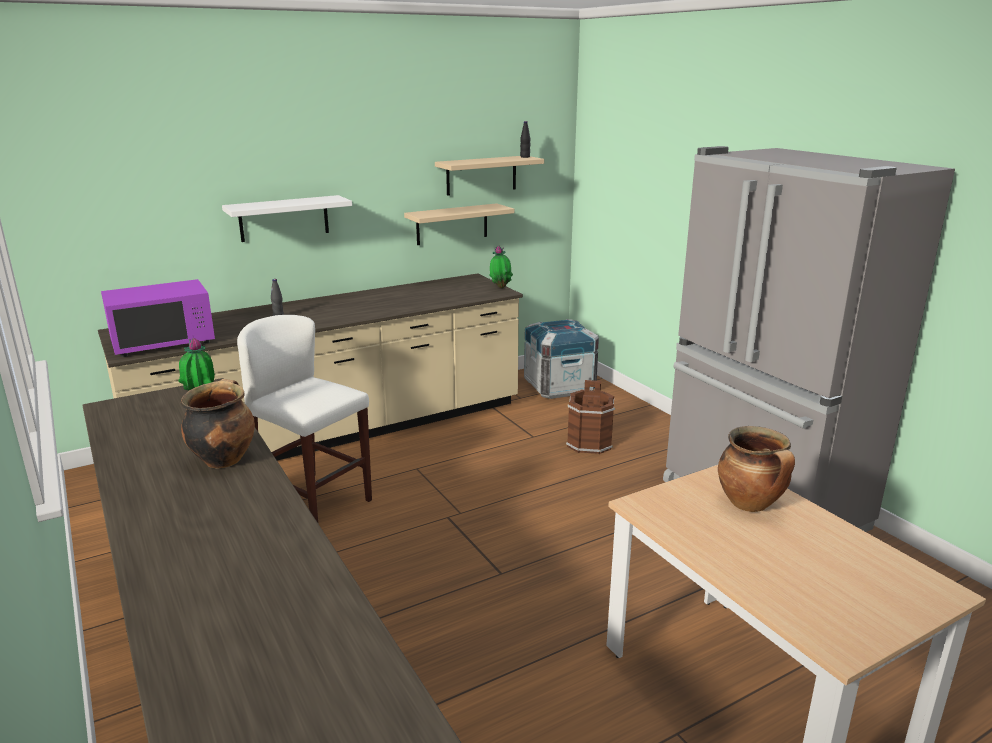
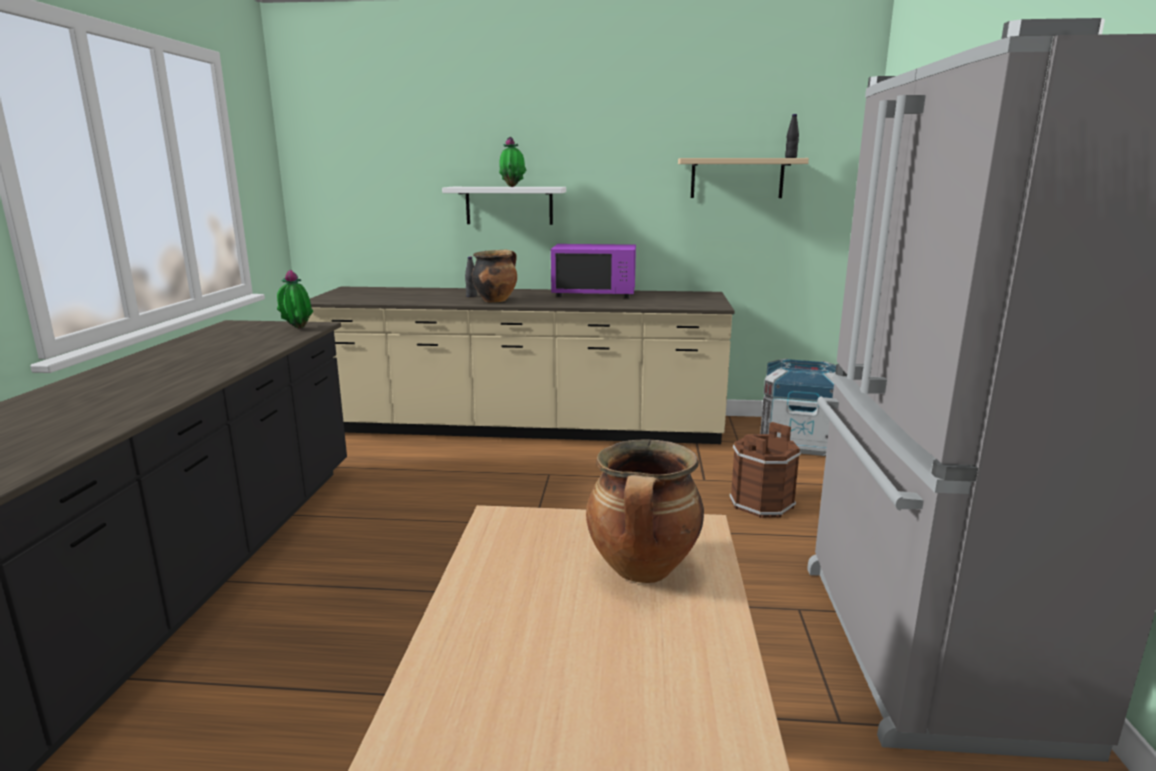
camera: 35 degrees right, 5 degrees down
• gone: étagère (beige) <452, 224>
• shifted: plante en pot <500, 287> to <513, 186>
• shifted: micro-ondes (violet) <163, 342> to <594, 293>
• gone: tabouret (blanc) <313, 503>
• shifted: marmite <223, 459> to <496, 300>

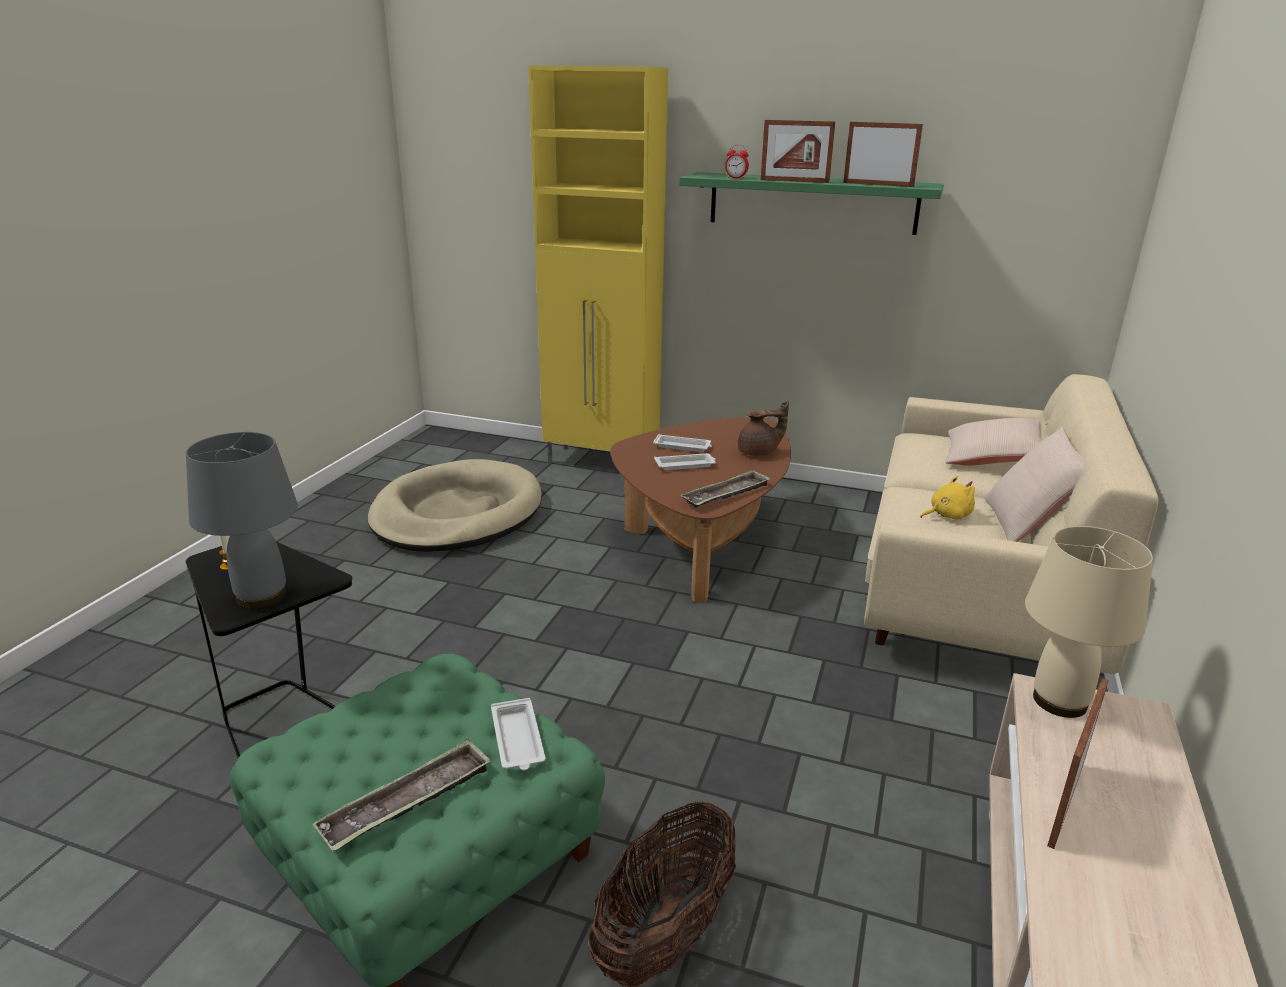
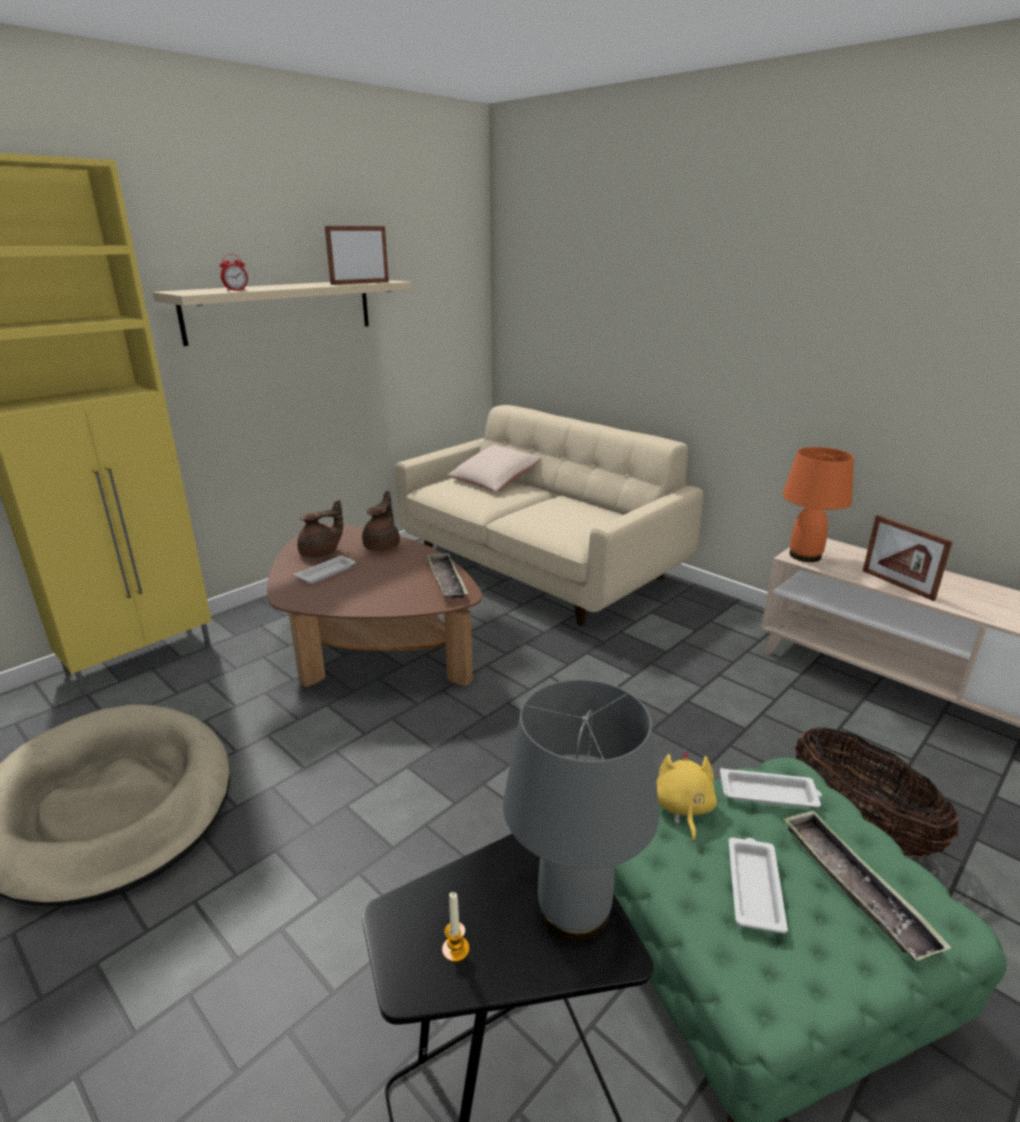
camera: 65 degrees left, 0 degrees up
• gone: cadre photo <794, 181>
• repainted: étagère (vert) <812, 203> to étagère (beige) <281, 310>
• gone: coussin (beige) <1028, 524>
• shifted: plateau (blanc) <686, 465> to <754, 887>
• shifted: peluche (jaune) <947, 515> to <683, 808>
• repainted: lampe de table (beige) <1059, 700> to lampe de table (orange) <804, 555>
• new: théière (marron) <321, 553>

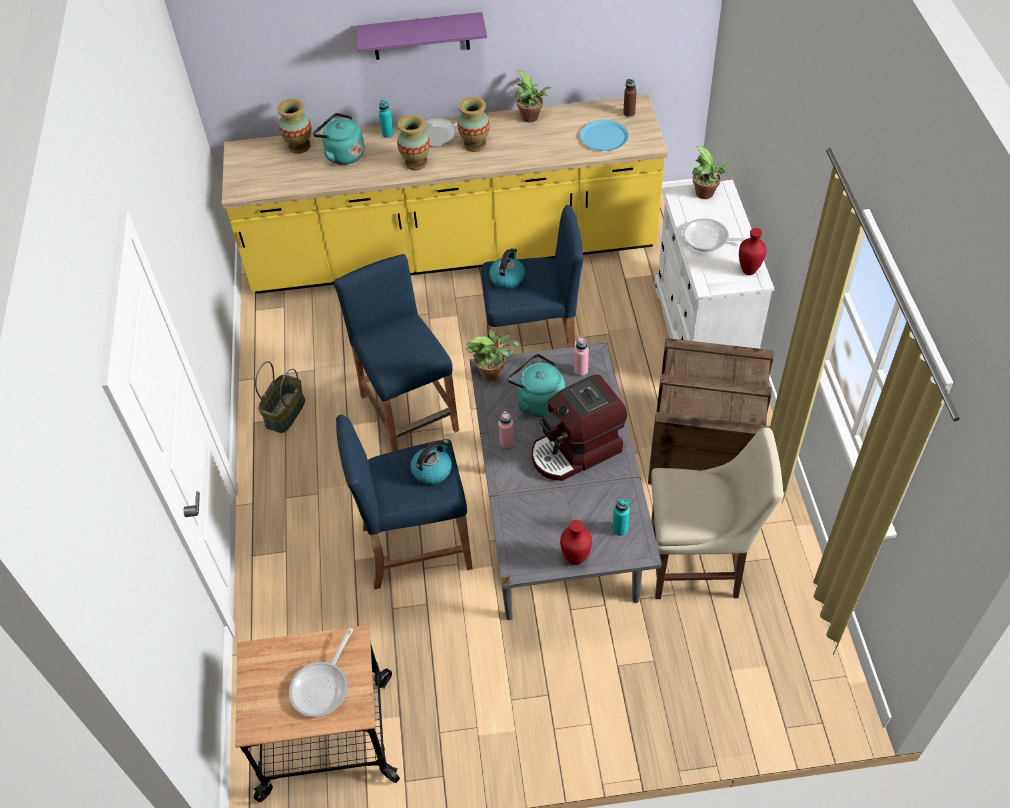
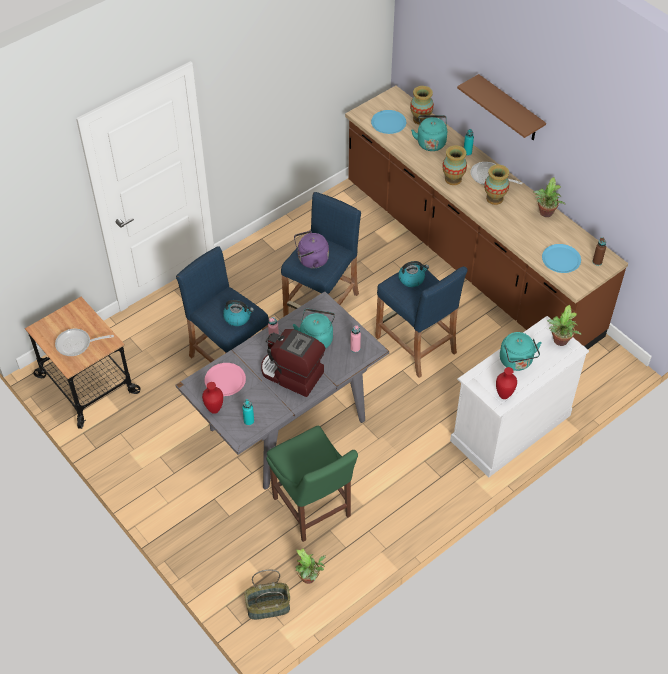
camera: 55 degrees right, 0 degrees up
• repainted: étagère (violet) <421, 36> to étagère (marron) <510, 109>
• repainted: comptoir de cuisine (jaune) <453, 253> to comptoir de cuisine (marron) <469, 259>
• swapped: poêle <710, 239> to bouilloire (turquoise) <517, 362>
• shifted: plante en pot <493, 372> to <310, 578>
• gone: caisse <705, 449>
• shifted: panier <285, 413> to <268, 607>
• repainted: chaise (beige) <699, 565> to chaise (vert) <313, 510>
• new: assiette (bleu) <388, 122>
• new: bouilloire (violet) <311, 260>
• new: assiette (rose) <225, 380>

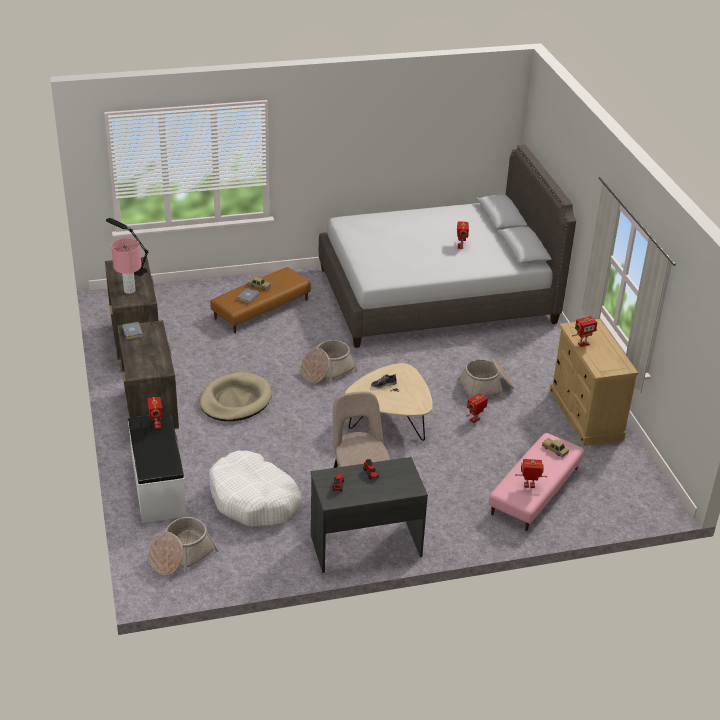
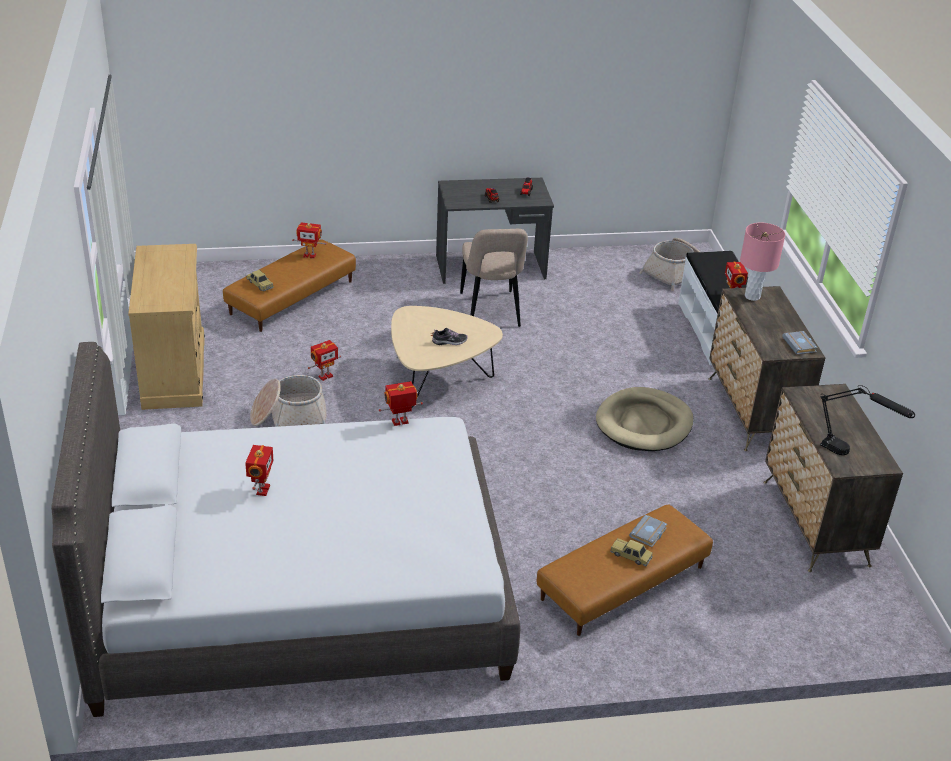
camera: 175 degrees left, 0 degrees up
• shifted: lampe de table (rose) <129, 290> to <752, 296>
• shifted: robot jouet <583, 343> to <400, 422>
• gone: panier <327, 371>
• repainted: pouf (rose) <535, 491> to pouf (marron) <291, 297>
• gone: panier pour chien (blanc) <254, 499>

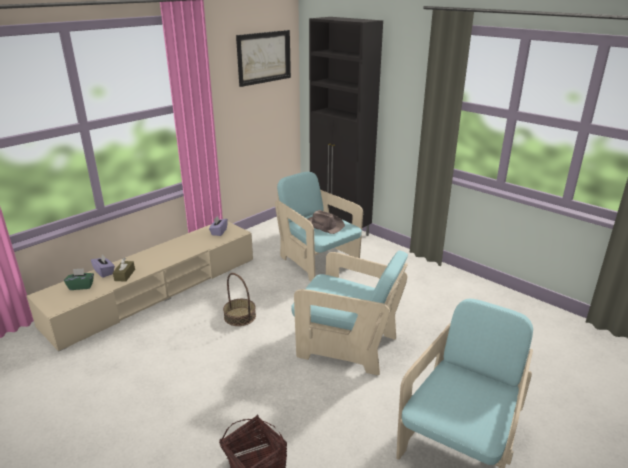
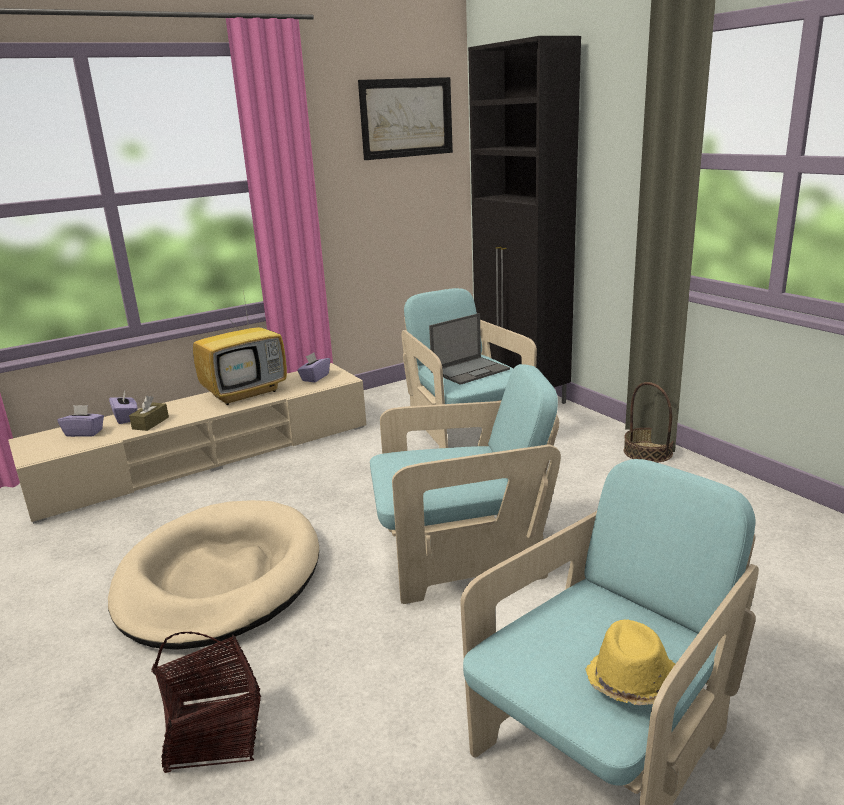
camera: 15 degrees right, 5 degrees down
• swapped: chapeau (marron) <323, 225> to ordinateur portable <471, 370>
• rotated: fauteuil (turquoise) <347, 345> = <461, 557> 45 degrees counterclockwise
• repainted: boîte à mouchoirs (vert) <81, 286> to boîte à mouchoirs (violet) <84, 433>
• shifted: panier <240, 316> to <648, 452>
• new: téléviseur <246, 393>
• new: panier pour chien (beige) <219, 579>
• new: chapeau (jaune) <631, 682>

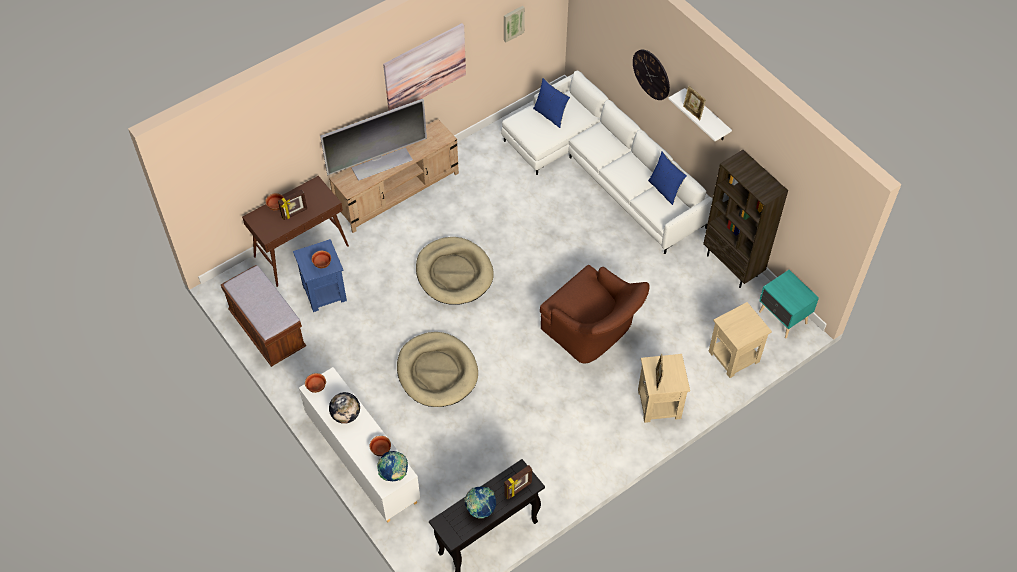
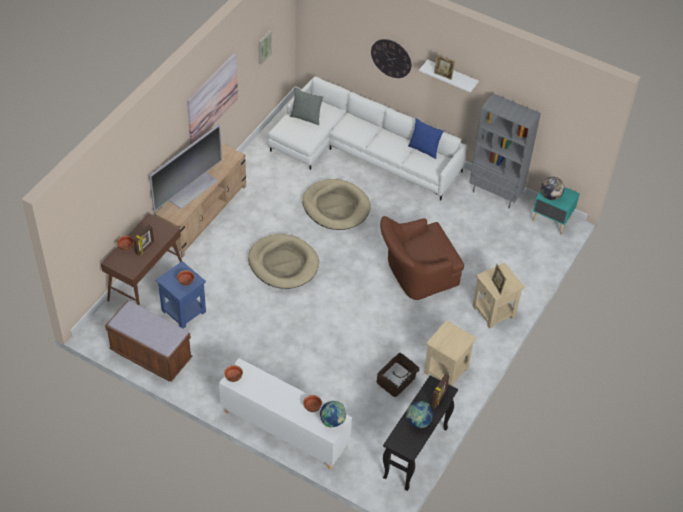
camera: 25 degrees left, 5 degrees down
• repainted: coussin (bleu) <550, 115> to coussin (gris) <306, 117>
• repainted: bibliothèque (marron) <732, 265> to bibliothèque (gris) <496, 194>
• rotated: fauteuil (marron) <593, 332> = <416, 274> 135 degrees clockwise
• shifted: table d'appoint (beige) <733, 357> to <445, 370>
• shifted: panier pour chien (beige) <437, 372> to <336, 207>
• shifted: globe <346, 415> to <550, 196>
• new: panier <397, 381>

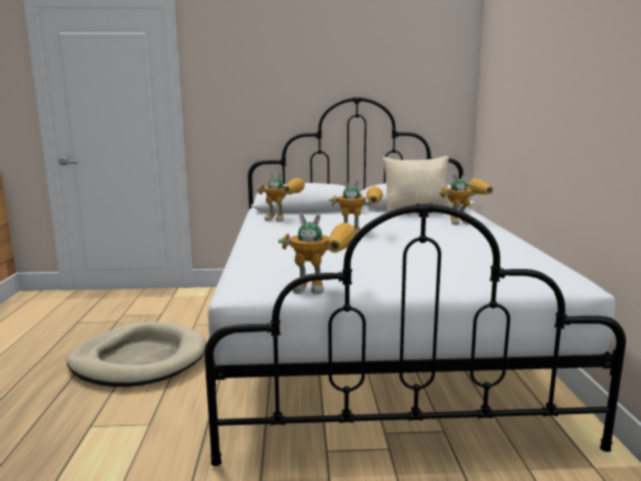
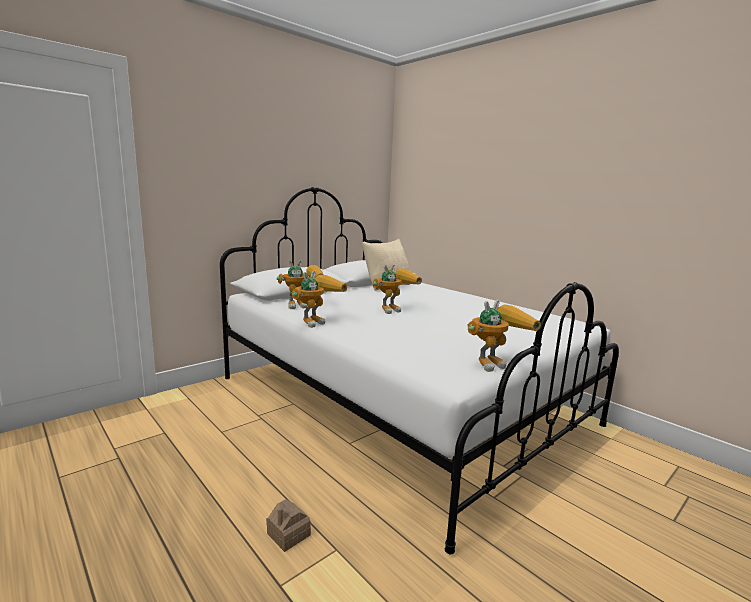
camera: 40 degrees left, 0 degrees up
• shifted: robot jouet <465, 221> to <317, 321>
• gone: panier pour chien (beige) <139, 360>
• new: maison miniature <288, 534>

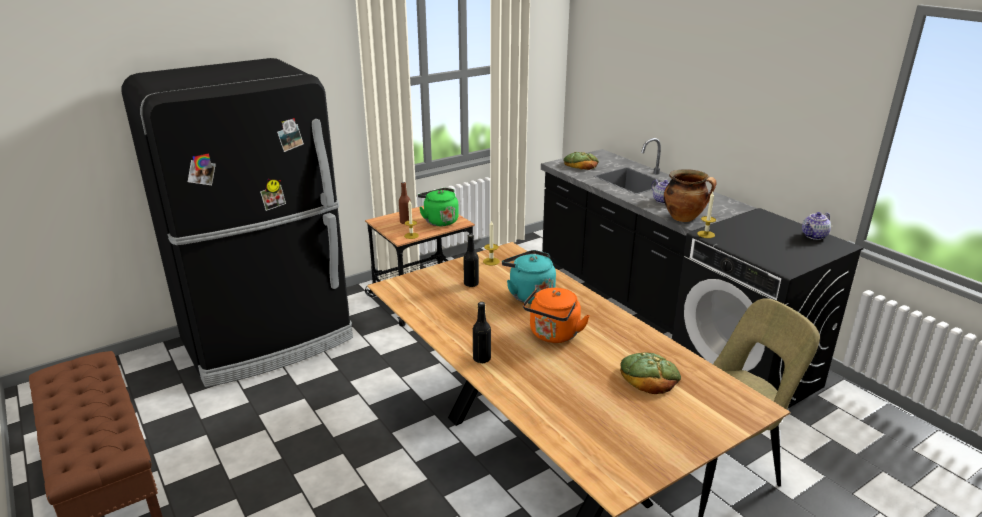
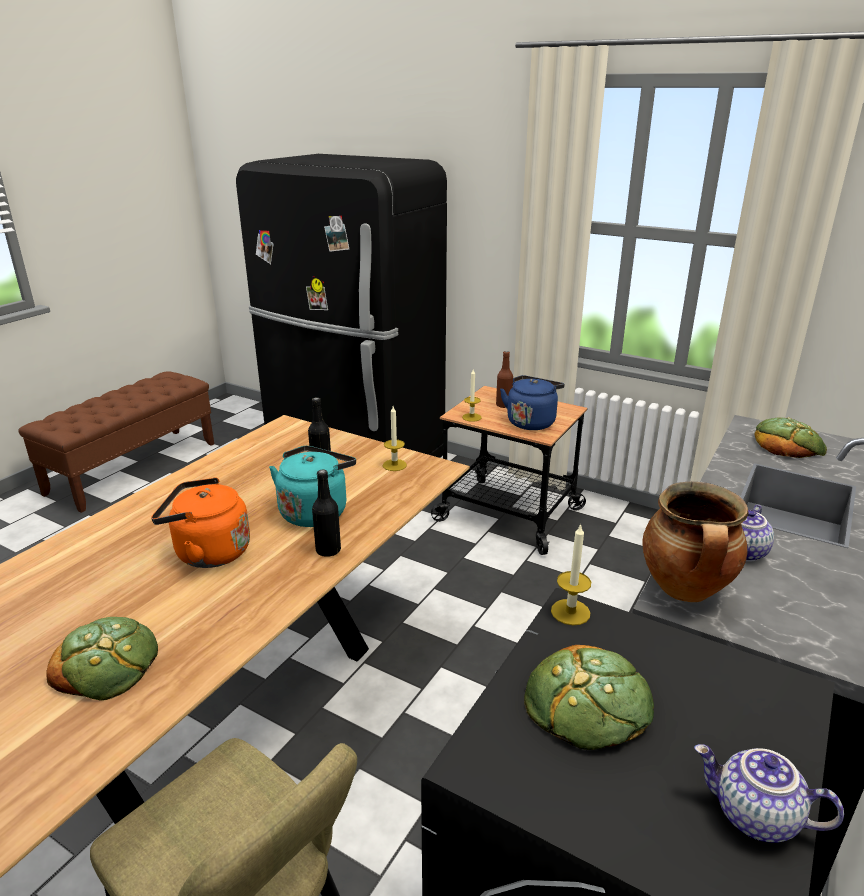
camera: 65 degrees right, 0 degrees up
• repainted: bouilloire (vert) <439, 221> to bouilloire (bleu) <531, 421>
• shifted: bouteille (noir) <481, 359> to <328, 550>
• new: pain <588, 704>

